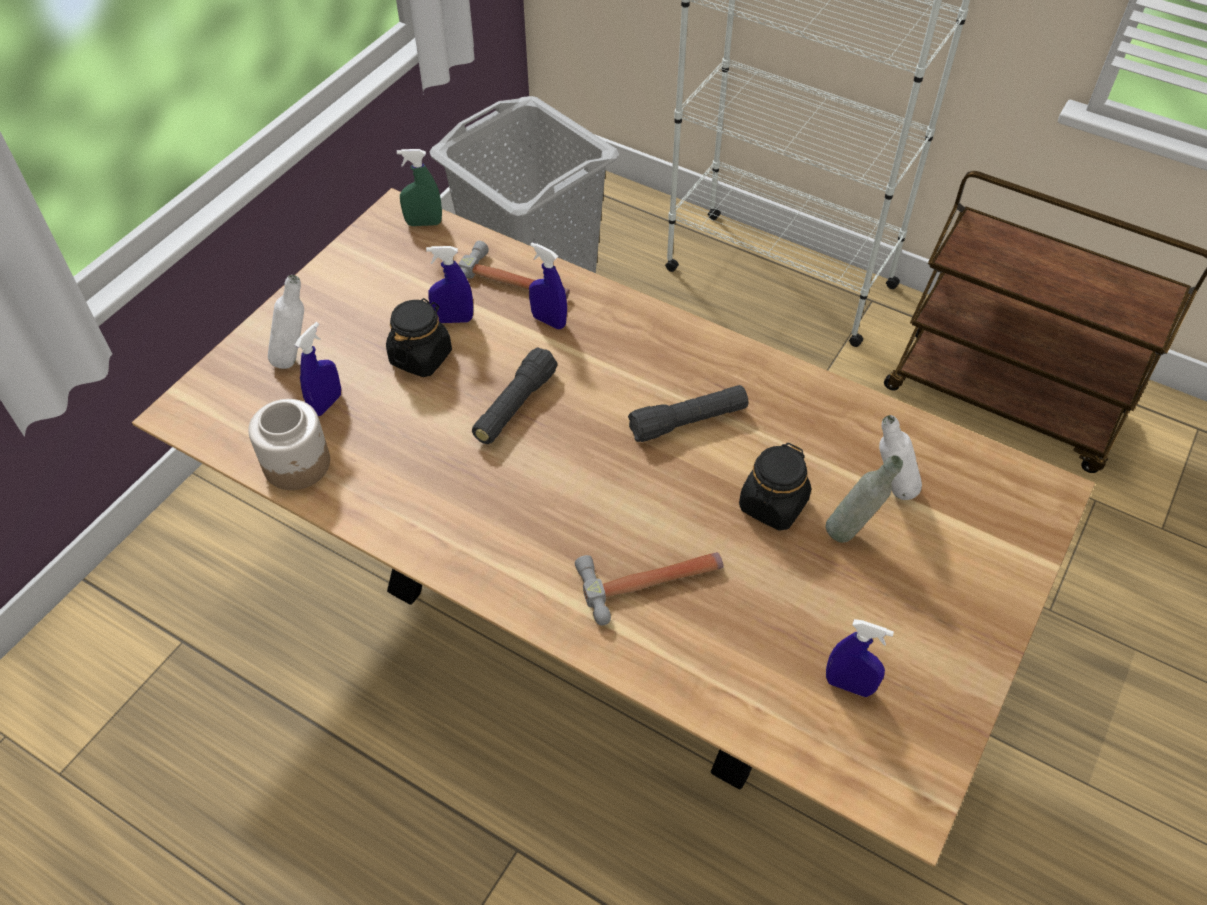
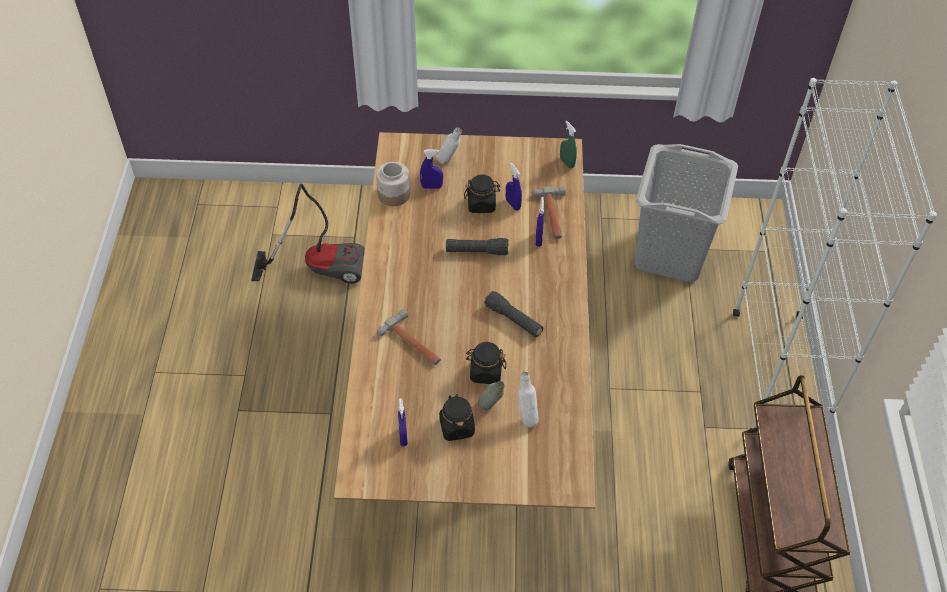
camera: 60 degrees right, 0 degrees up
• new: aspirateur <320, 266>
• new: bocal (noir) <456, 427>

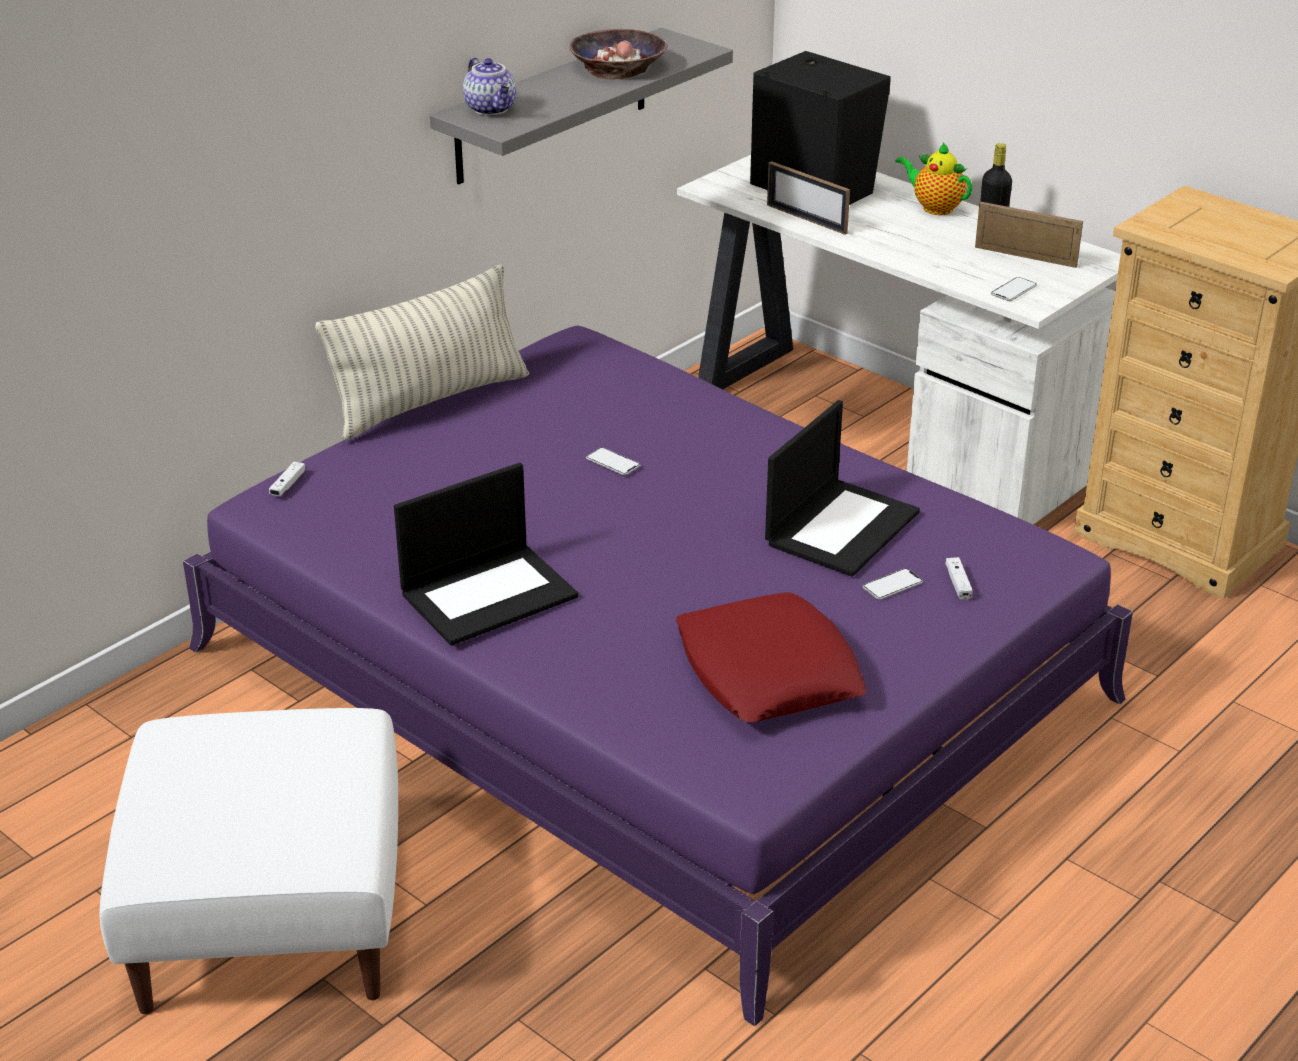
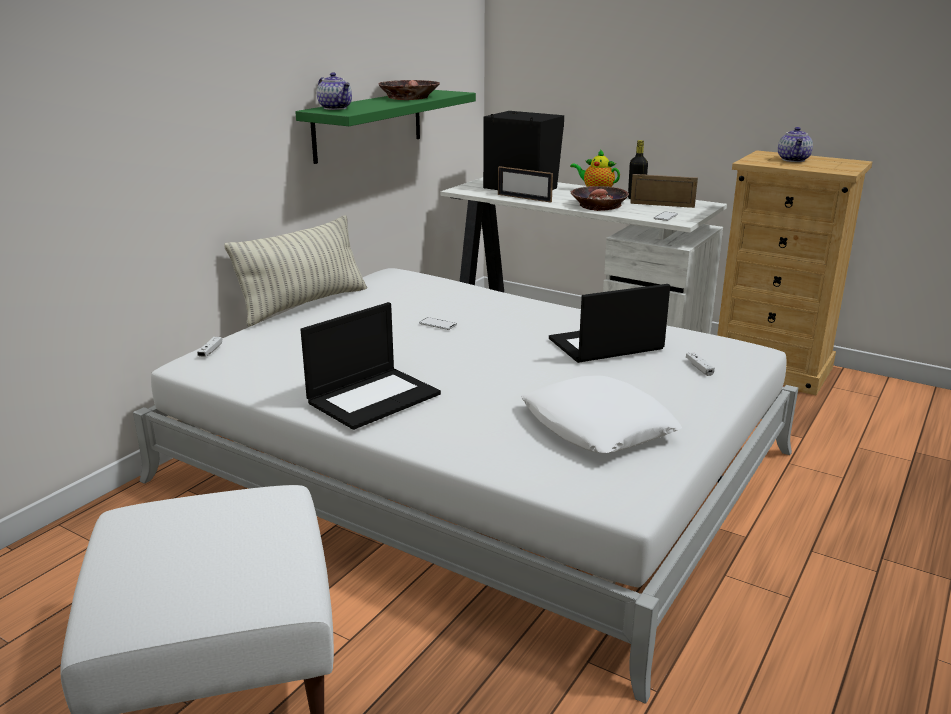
camera: 10 degrees left, 10 degrees down
• repainted: étagère (gris) <552, 106> to étagère (vert) <368, 124>
• repainted: lit (violet) <649, 674> to lit (blanc) <476, 467>
• rotated: ordinateur portable <841, 527> = <605, 345> 135 degrees counterclockwise
• gone: téléphone <892, 585>
• repainted: coussin (rouge) <767, 671> to coussin (blanc) <597, 426>
• new: théière <794, 160>
• new: bol <598, 205>

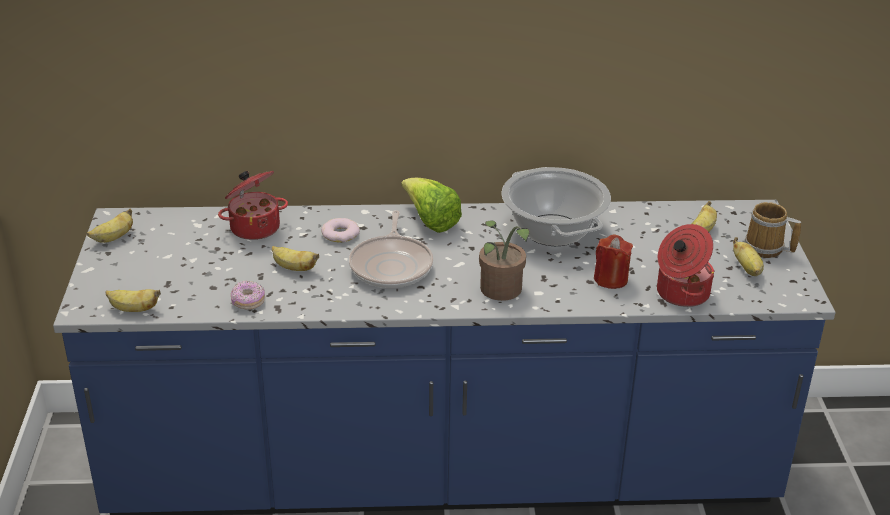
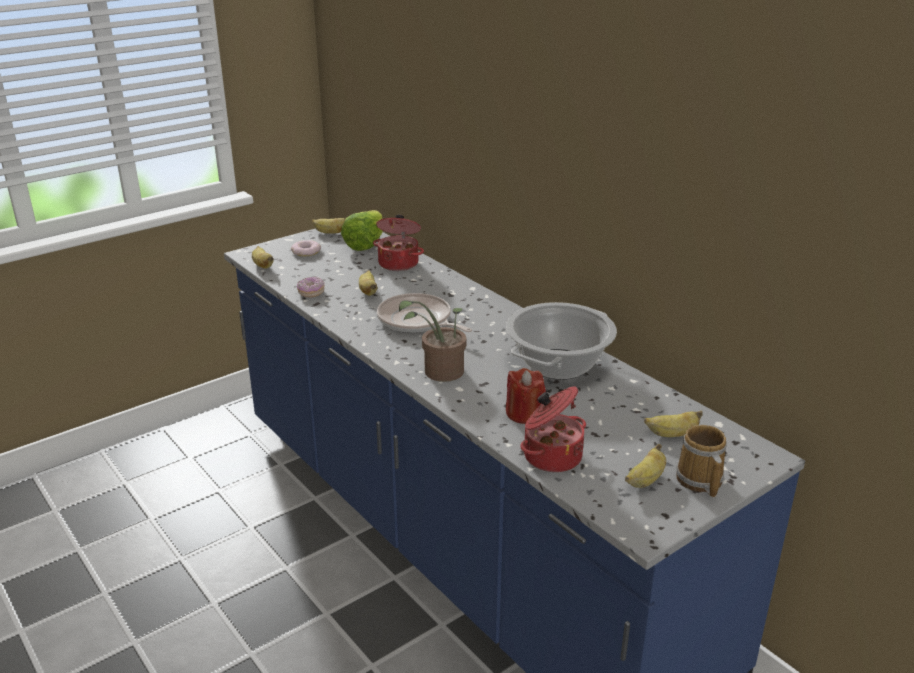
camera: 55 degrees right, 5 degrees down
• shifted: laitue <430, 221> to <365, 244>
• rotated: poêle <392, 265> = <417, 321> 75 degrees clockwise
• shifted: beignet <340, 234> to <306, 252>

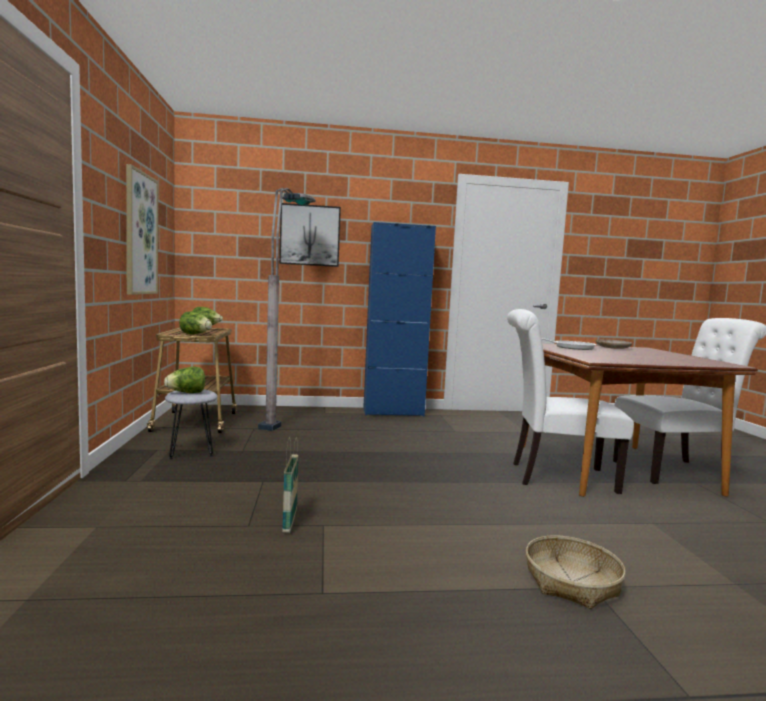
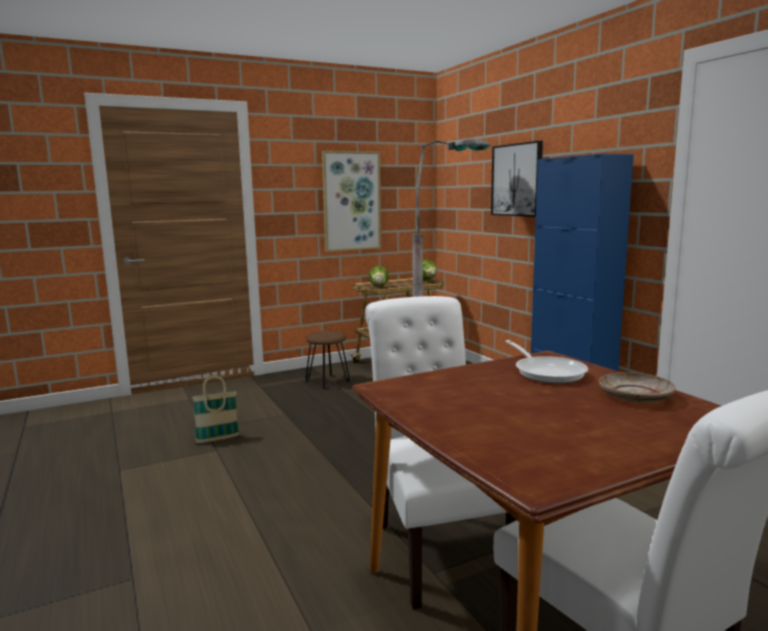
camera: 70 degrees right, 5 degrees up
• gone: laitue <186, 393>
• repainted: tabouret (gris) <191, 451> to tabouret (marron) <328, 381>
• gone: panier <571, 582>

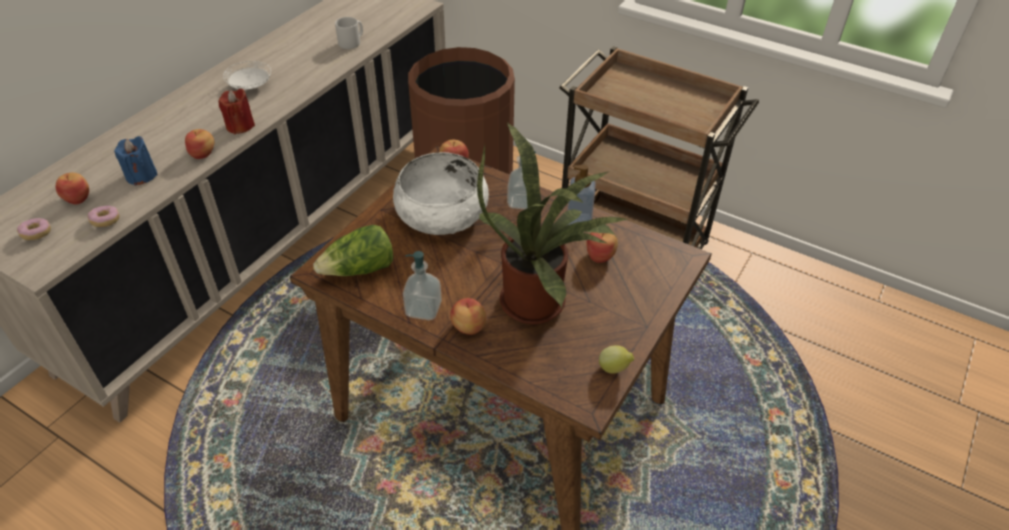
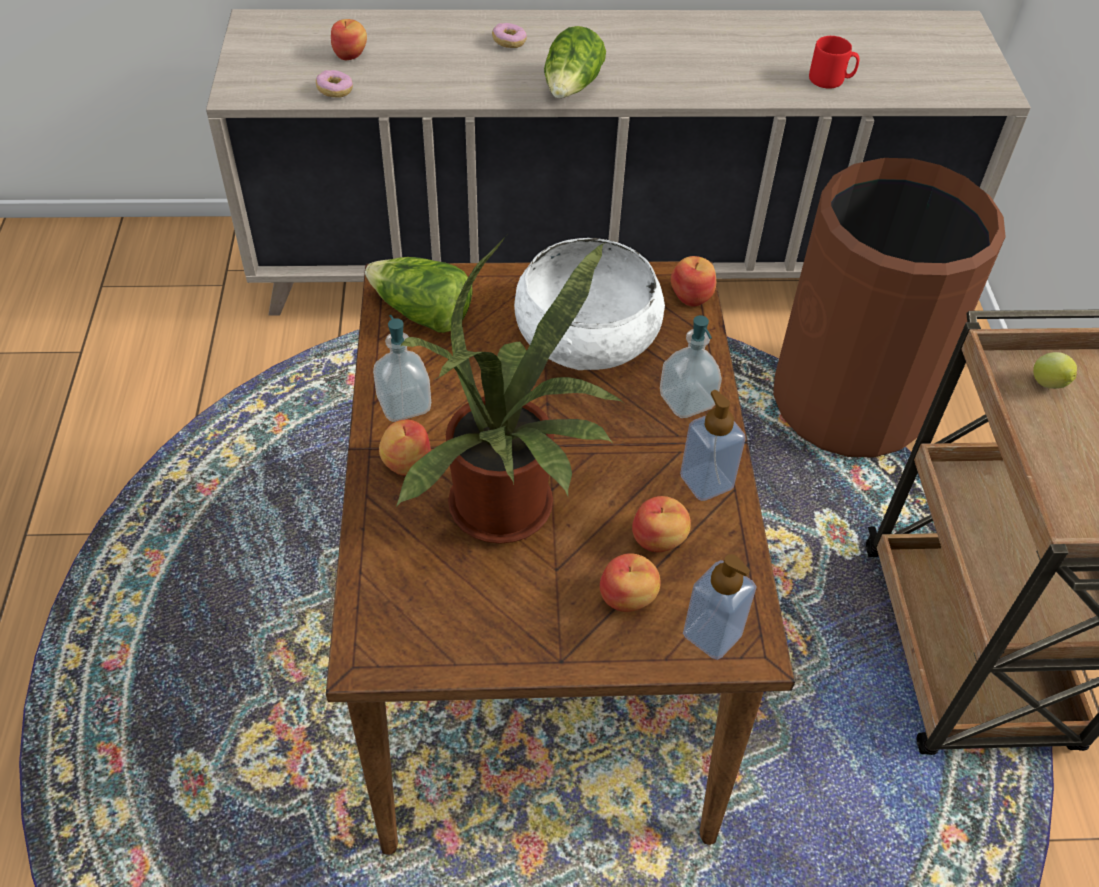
camera: 55 degrees right, 5 degrees up
• repainted: mug (gris) <352, 43> to mug (rouge) <831, 80>
• gone: assiette (blanc) <250, 87>
• swapped: bougie (rouge) <240, 126> to laitue <572, 88>
• shifted: pomme <203, 154> to <628, 598>
• gone: bougie (bleu) <141, 175>
• shifted: beignet <37, 234> to <509, 42>
• shifted: citron <614, 369> to <1049, 386>
• new: distributeur de savon <712, 634>

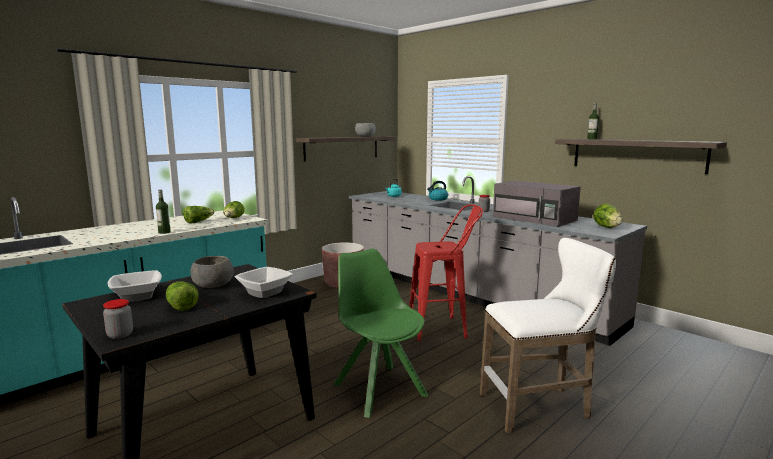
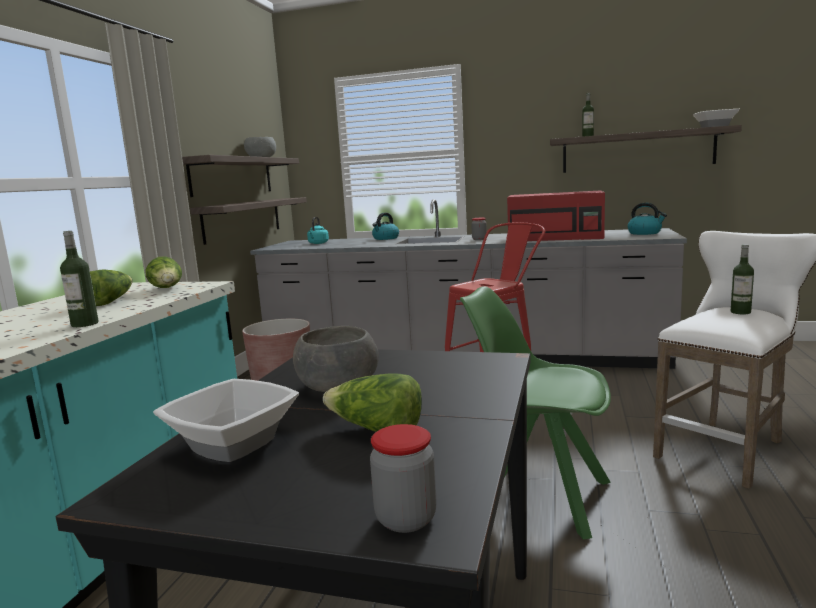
camera: 30 degrees left, 0 degrees up
• repainted: micro-ondes (gris) <535, 219> to micro-ondes (rouge) <556, 237>
• swapped: laitue <606, 227> to bouilloire <645, 233>
• shifted: bol <265, 292> to <715, 127>
• new: étagère <243, 219>
• new: bouteille <740, 312>

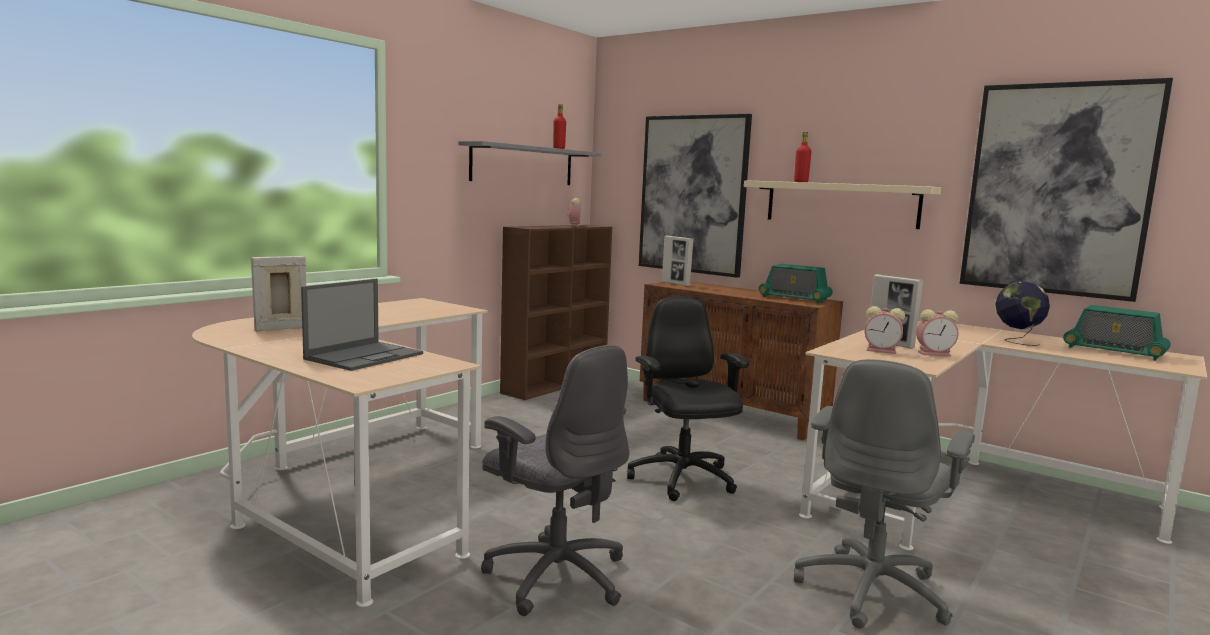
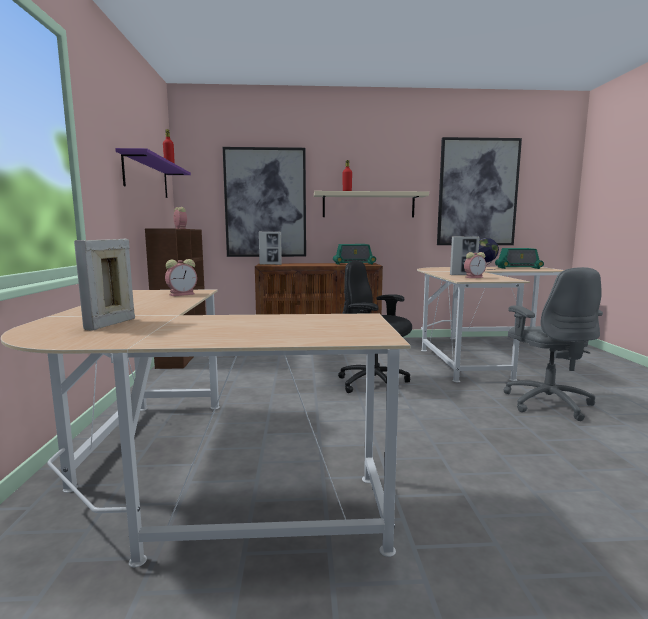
camera: 40 degrees left, 0 degrees up
• repainted: étagère (gris) <523, 165> to étagère (violet) <146, 177>
• gone: ordinateur portable <365, 356>
• shifted: réveil <935, 354> to <183, 294>
• gone: chaise de bureau (gris) <556, 576>

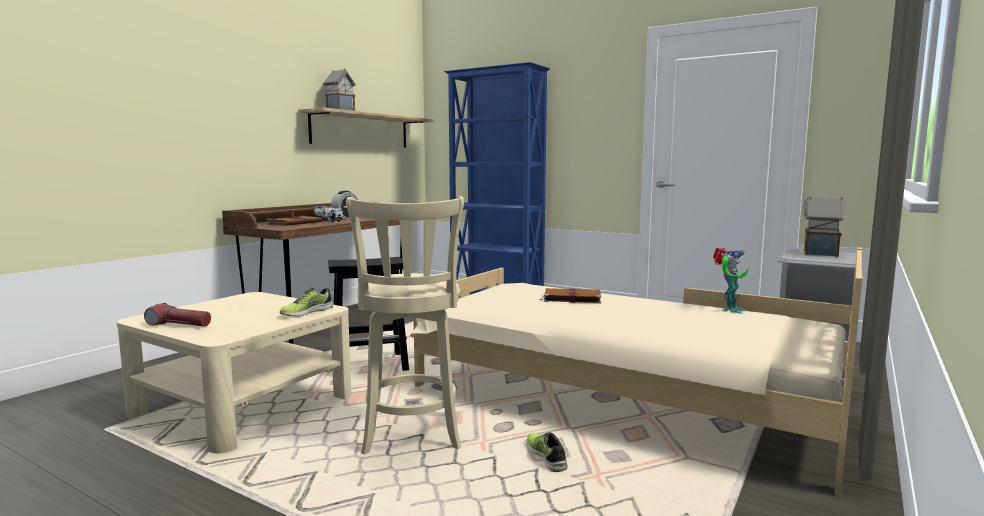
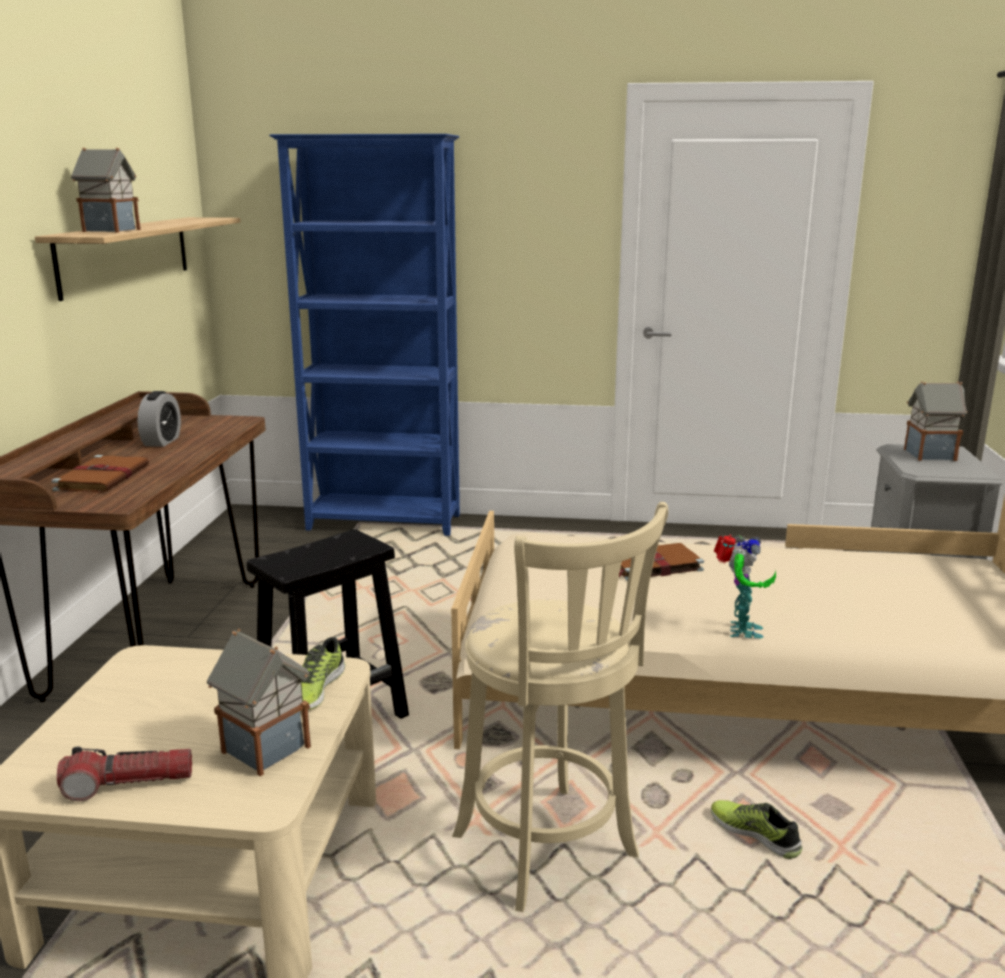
camera: 25 degrees left, 10 degrees up
• gone: camion jouet <328, 221>
• shifted: robot jouet <729, 310> to <740, 630>
• new: maison miniature <264, 748>

